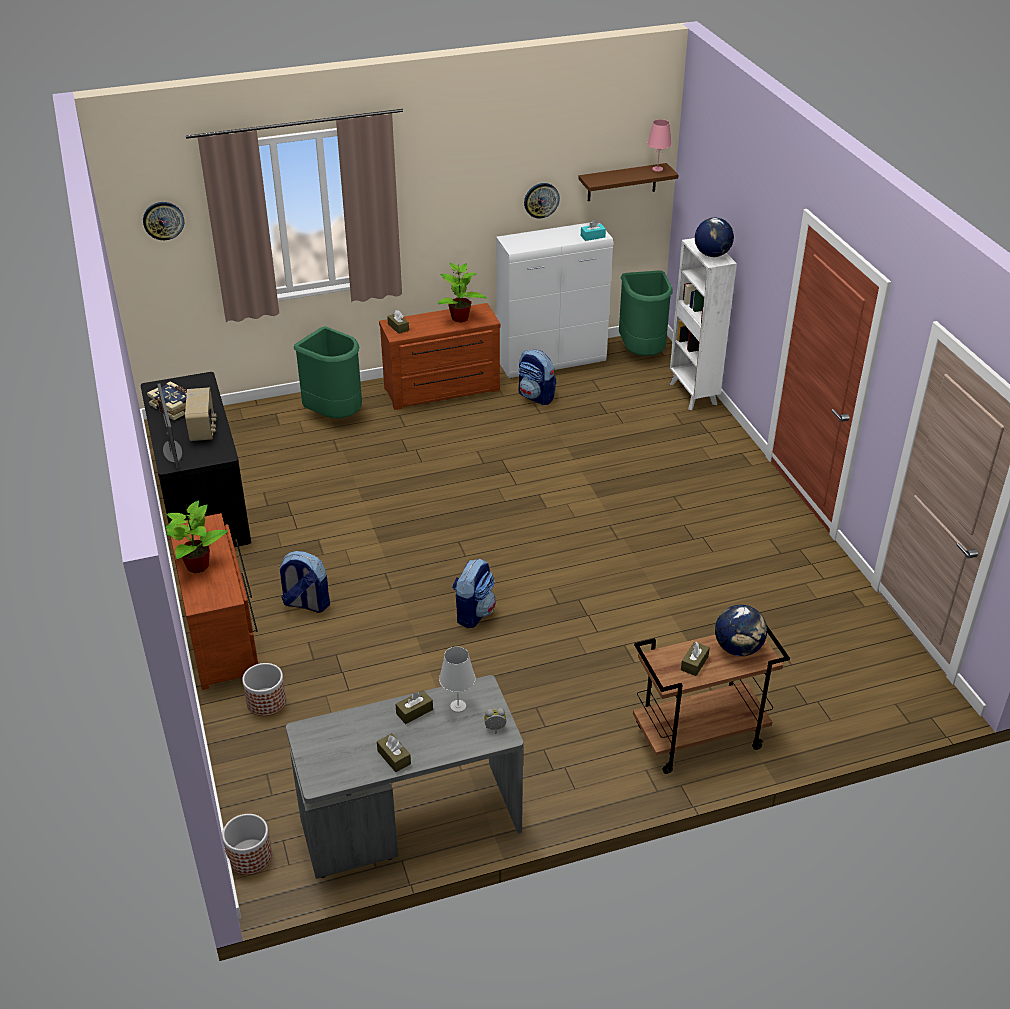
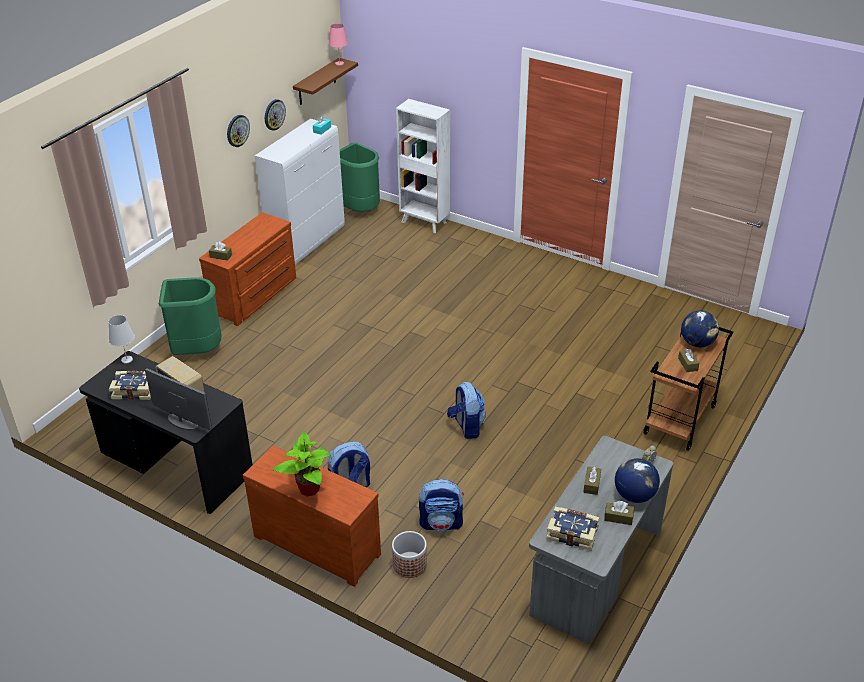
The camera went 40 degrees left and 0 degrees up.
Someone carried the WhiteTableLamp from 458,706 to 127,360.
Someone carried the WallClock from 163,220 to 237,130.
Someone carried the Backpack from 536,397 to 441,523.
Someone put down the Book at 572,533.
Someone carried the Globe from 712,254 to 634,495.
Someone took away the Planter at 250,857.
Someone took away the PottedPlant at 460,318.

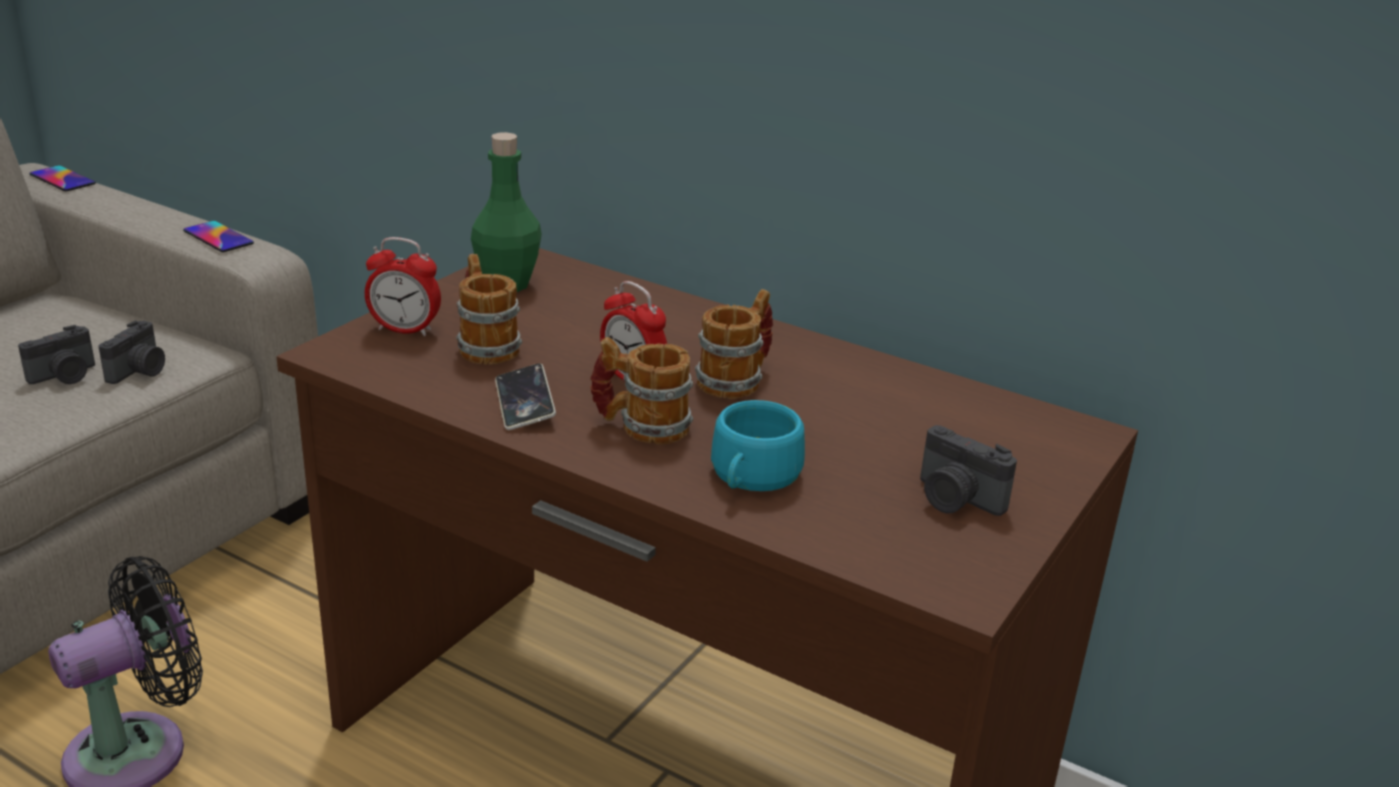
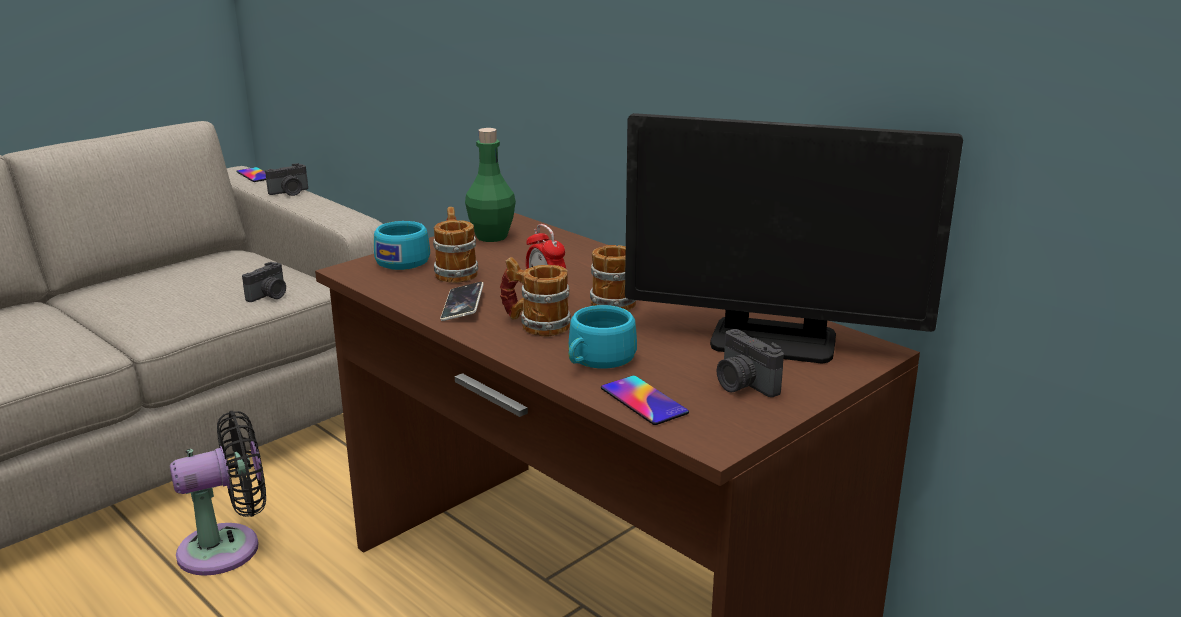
The camera went 15 degrees right and 5 degrees down.
Someone carried the PhotoCamera from 65,376 to 290,192.
Someone swapped the AlarmClock at 405,330 for the TurquoiseCup at 406,260.
Someone carried the Phone from 218,237 to 644,401.
Someone put down the Monitor at 773,340.

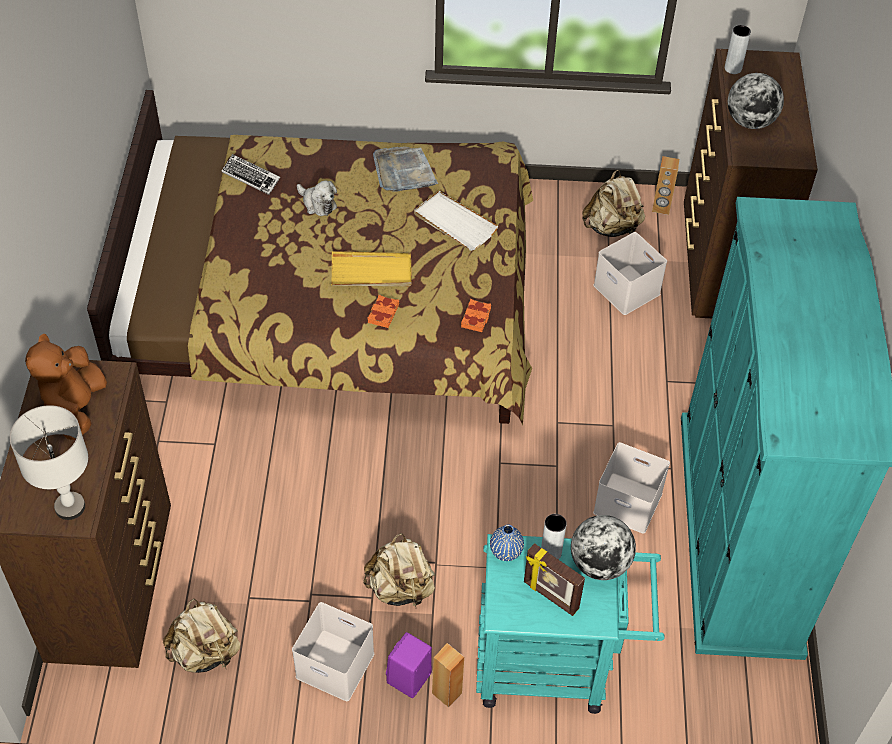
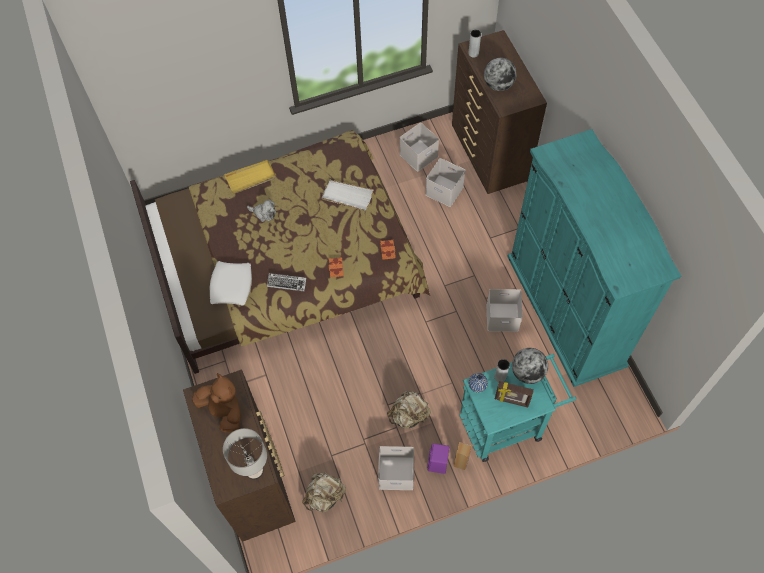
The camera went 20 degrees left and 10 degrees up.
Someone rotated the BrownPlushToy at 75,408 by 150 degrees clockwise.
Someone put down the WhitePillow at 231,285.
Someone carried the YellowTray from 371,272 to 251,178.
Someone carried the Keyboard from 251,177 to 287,283.
Someone swapped the BeigeBackpack at 612,227 for the WhiteStorageBox at 418,155.
Someone took away the GreyTray at 403,172.
Someone took away the BrownSpeaker at 661,208.

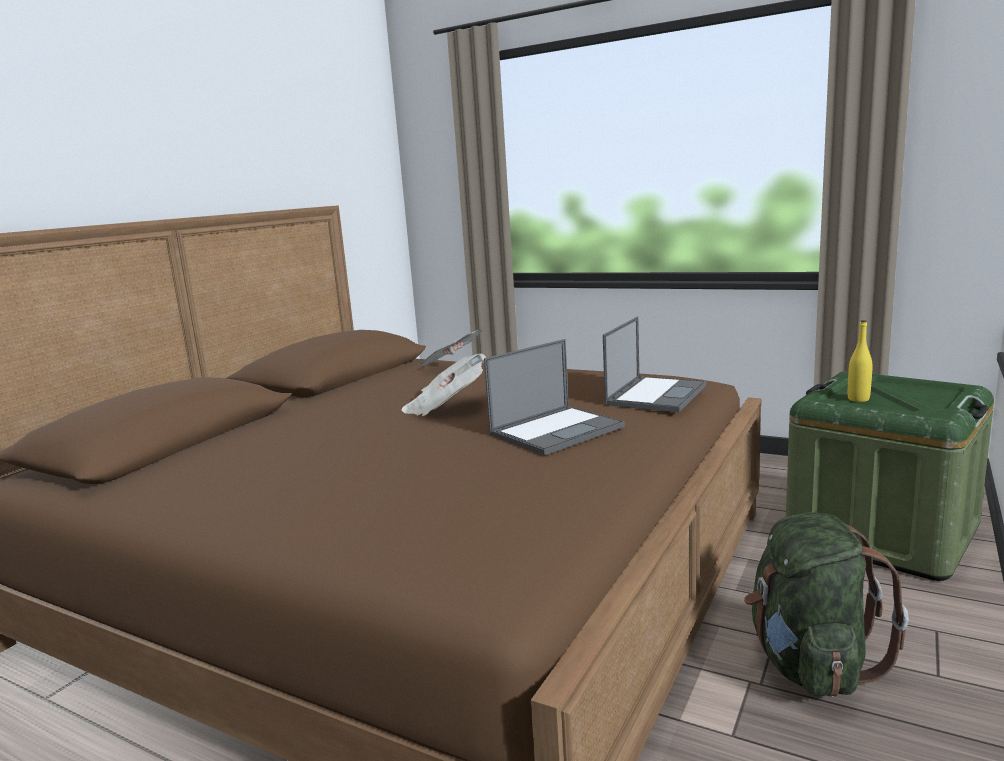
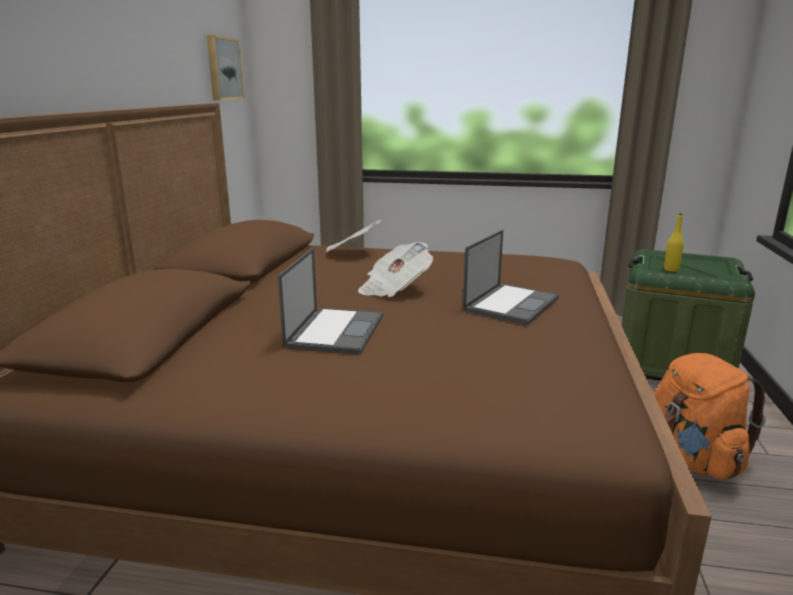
The camera went 20 degrees left and 5 degrees up.
Someone put up the Picture at 223,69.
Someone carried the Laptop from 656,394 to 335,330.
Someone repainted the GreenBackpack at 810,664, which became the OrangeBackpack at 692,458.

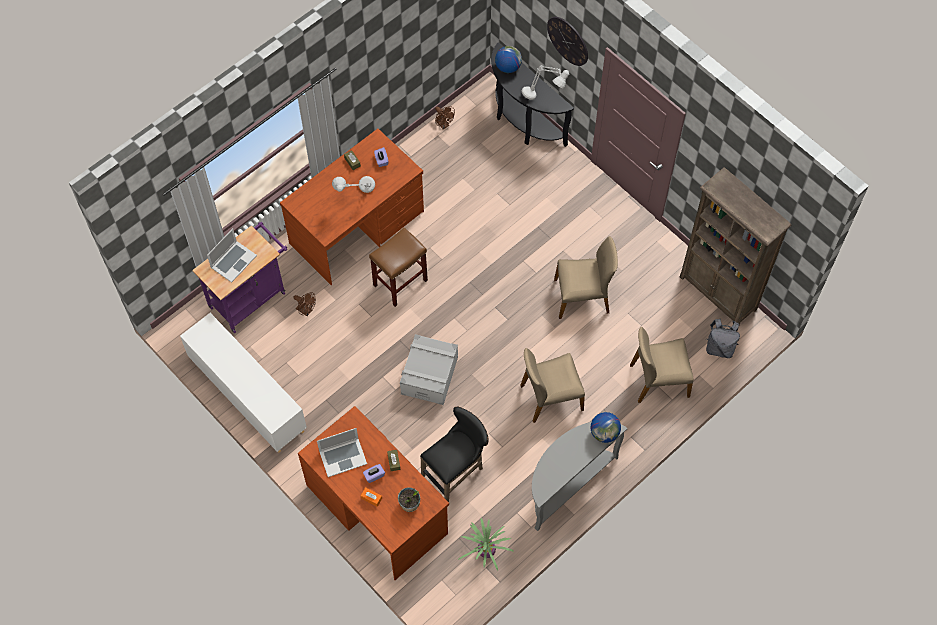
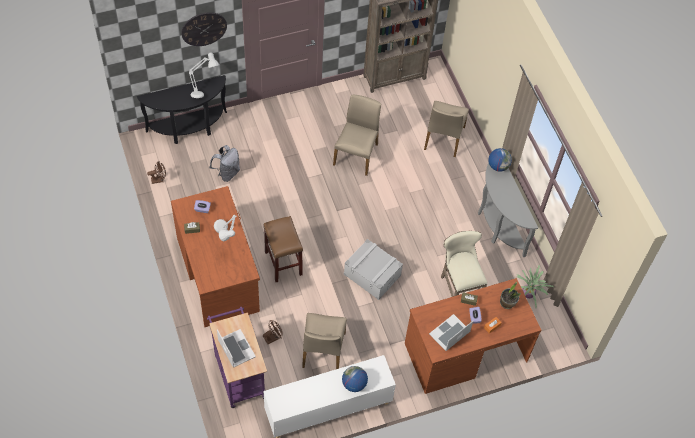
The camera went 70 degrees left and 5 degrees down.
Someone carried the GreyBackpack from 719,347 to 227,173.
Someone carried the BeigeChair from 550,397 to 323,350.
Someone carried the Globe from 508,67 to 354,384.
Someone rotated the Laptop at 343,457 by 135 degrees counterclockwise.
Someone repainted the BlackStool at 456,472, which became the BeigeStool at 458,288.

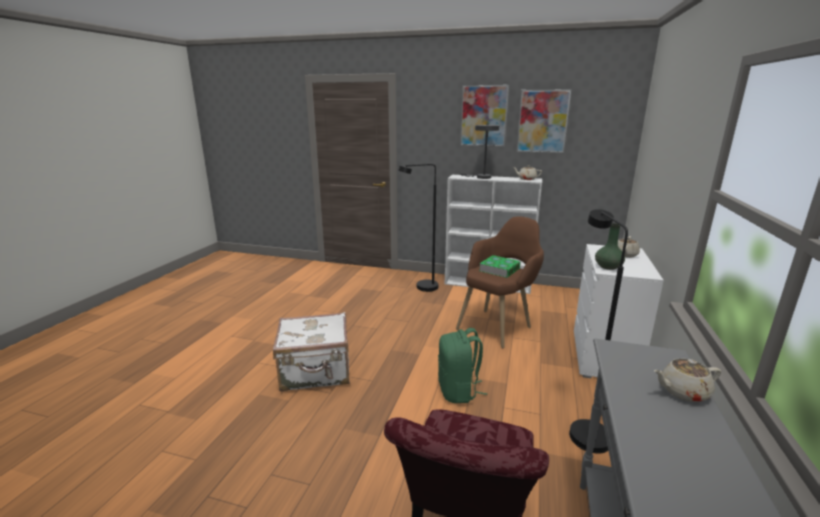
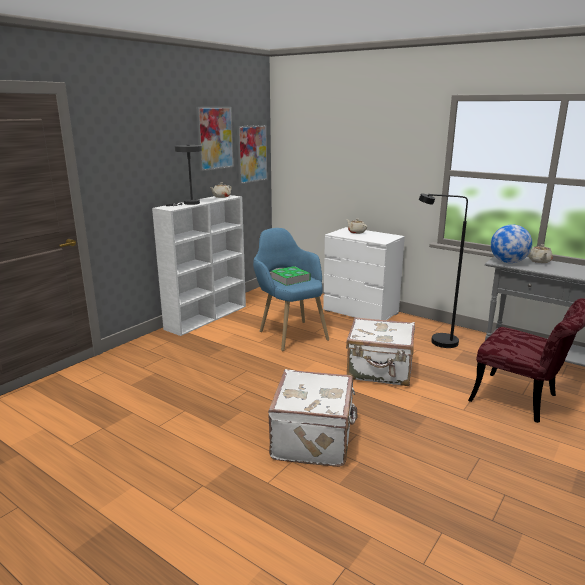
The camera went 70 degrees left and 0 degrees up.
Someone carried the Picture from 483,116 to 251,154.
Someone repainted the BrownArmchair at 498,324, which became the BlueArmchair at 289,332.
Someone swapped the GreenBackpack at 458,391 for the WhiteSuitcase at 380,371.
Someone put down the Globe at 508,262.
Someone took away the BlackFloorLamp at 421,288.
Someone took away the GreenVase at 607,267.

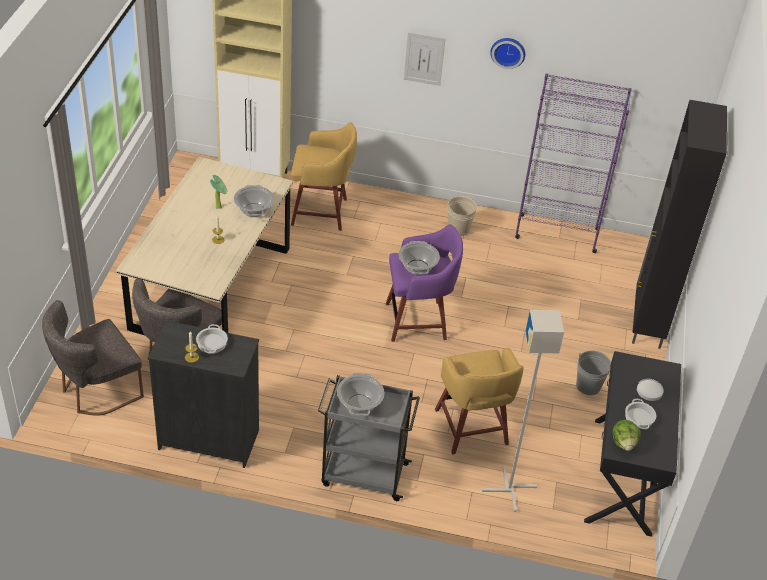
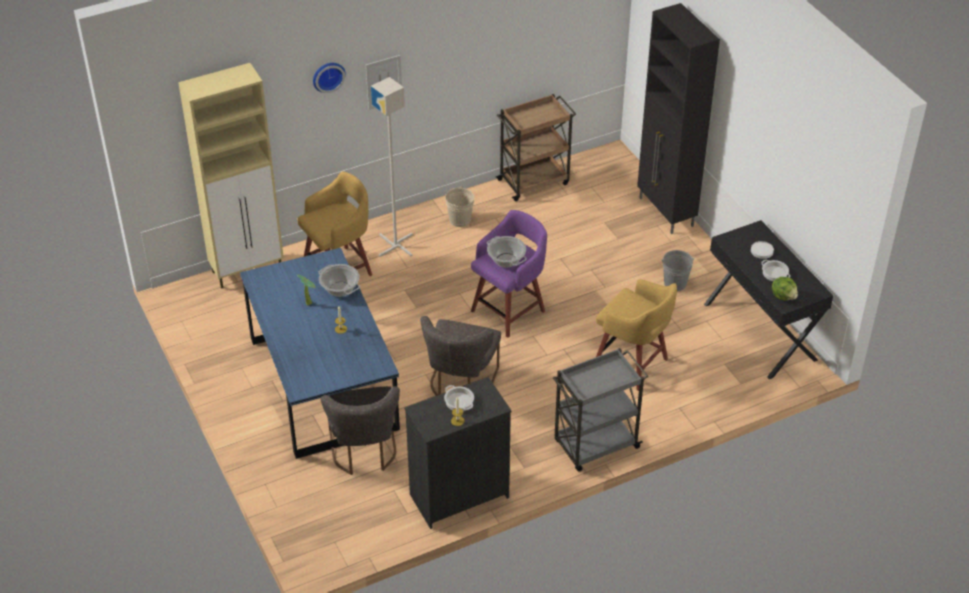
The camera went 35 degrees left and 0 degrees up.
Someone repainted the BeigeDiningTable at 210,287, which became the BlueDiningTable at 322,383.
Someone carried the WallClock from 508,51 to 328,76.
Someone carried the GreyFloorLamp from 509,489 to 396,245.
Someone carried the GreyChair from 96,391 to 461,384.
Someone swapped the PurpleBookcase at 556,233 for the BrownCart at 534,181.
Someone took away the CookingPot at 359,404.

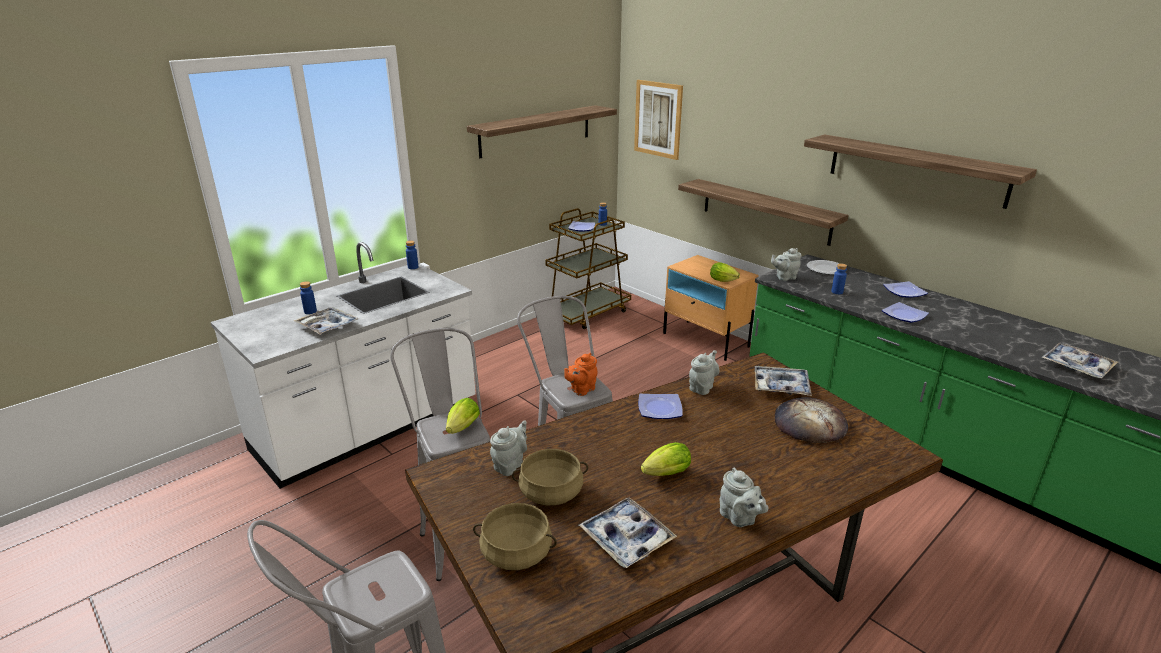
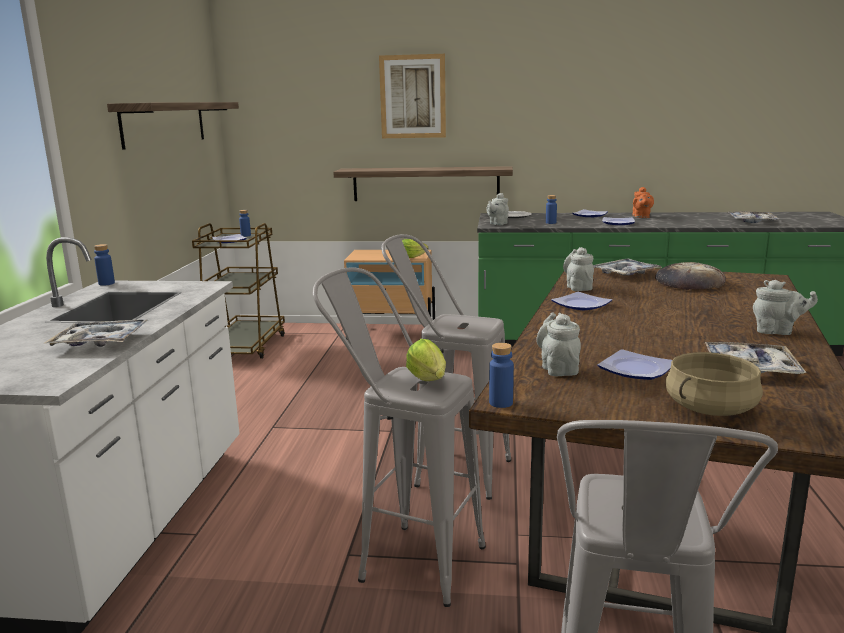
The camera went 40 degrees left and 10 degrees down.
Someone carried the Picture from 658,119 to 413,96.
Someone carried the BlueBottle from 310,311 to 501,403.
Someone swapped the BeigeCookingPot at 551,492 for the Plate at 634,369.
Someone carried the OrangeTeapot from 581,390 to 641,217.
Someone took away the Lettuce at 664,474.
Someone took away the Shelf at 915,170.

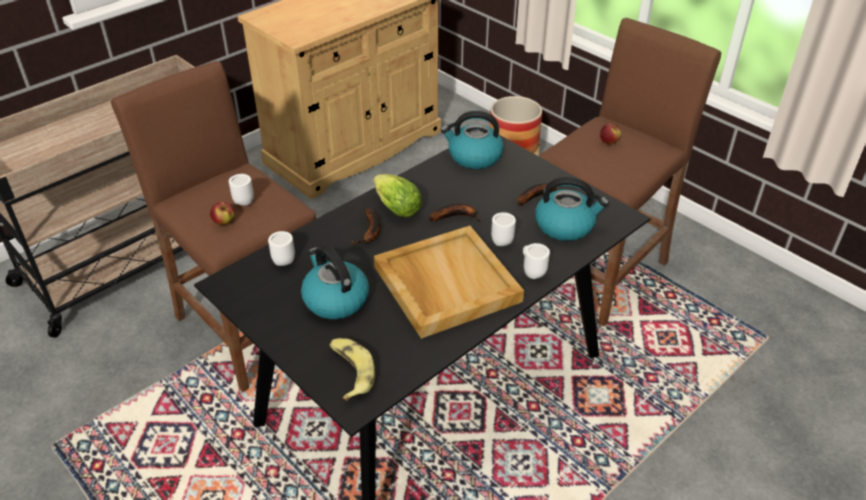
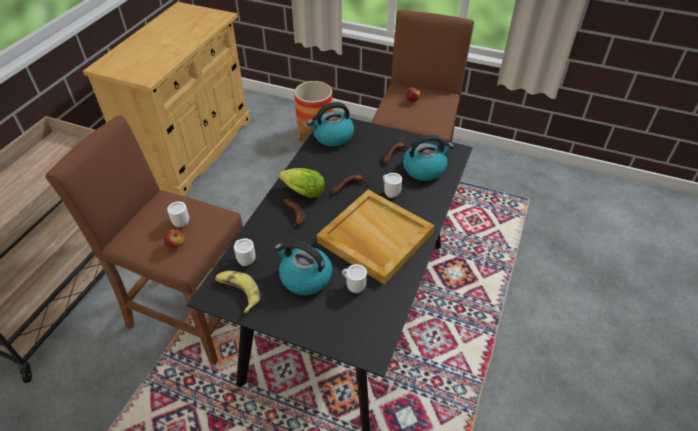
The camera went 25 degrees left and 5 degrees up.
Someone carried the Banana from 350,371 to 238,292.
Someone carried the WhiteMug from 532,272 to 353,286.

